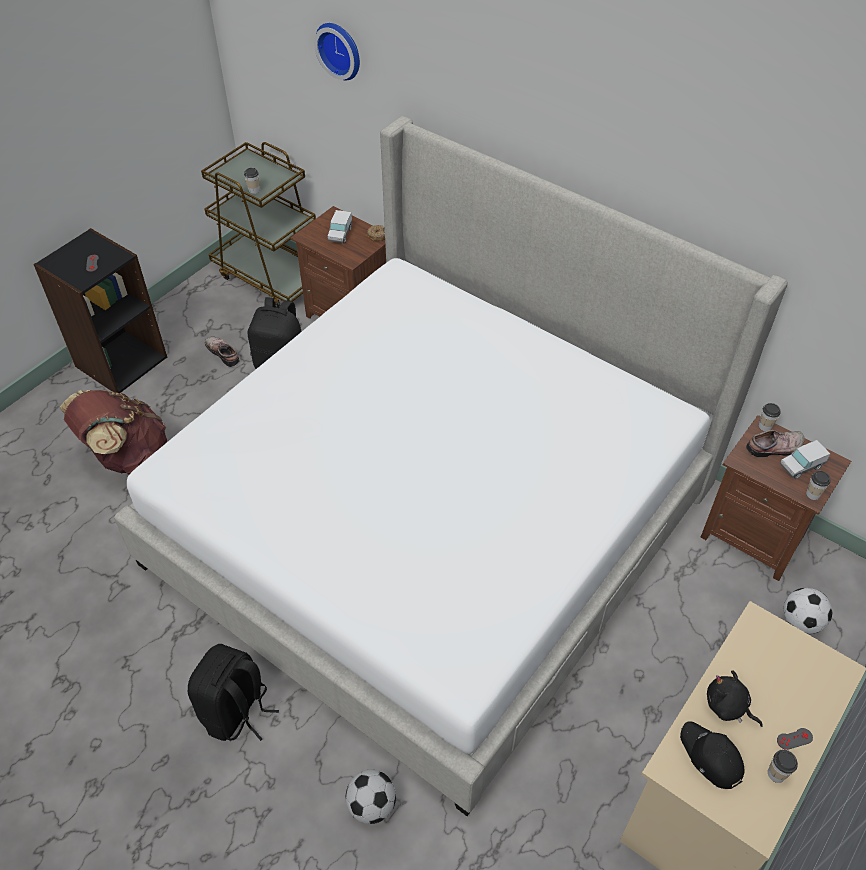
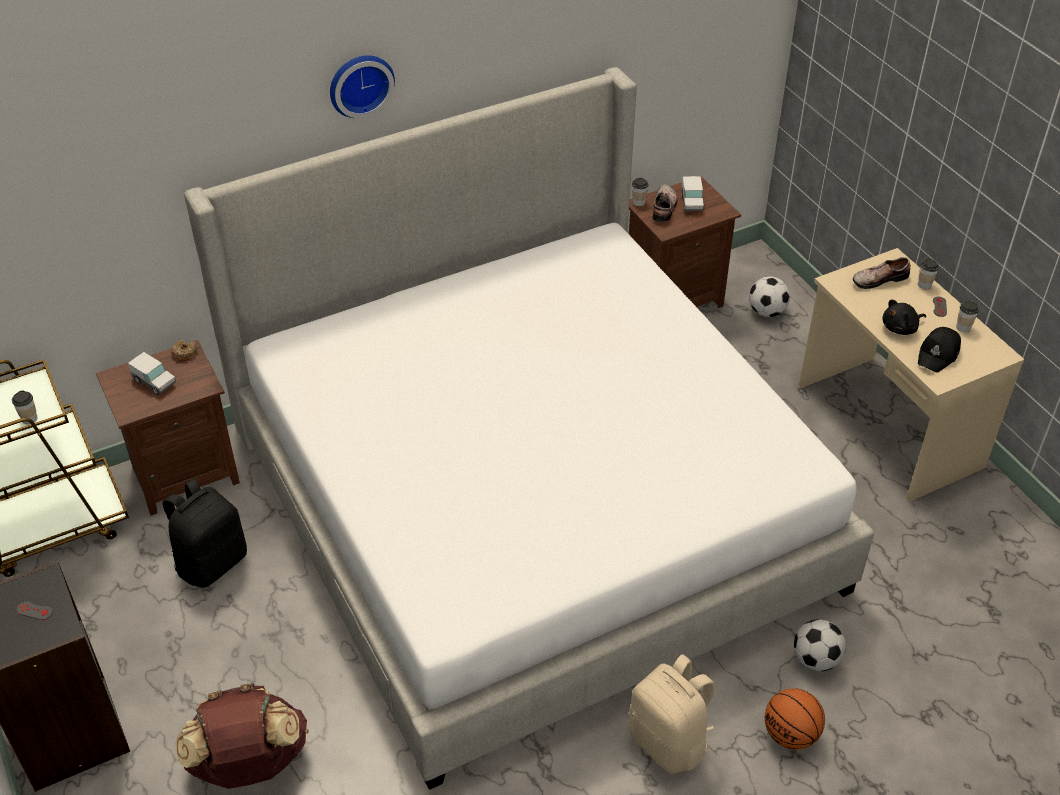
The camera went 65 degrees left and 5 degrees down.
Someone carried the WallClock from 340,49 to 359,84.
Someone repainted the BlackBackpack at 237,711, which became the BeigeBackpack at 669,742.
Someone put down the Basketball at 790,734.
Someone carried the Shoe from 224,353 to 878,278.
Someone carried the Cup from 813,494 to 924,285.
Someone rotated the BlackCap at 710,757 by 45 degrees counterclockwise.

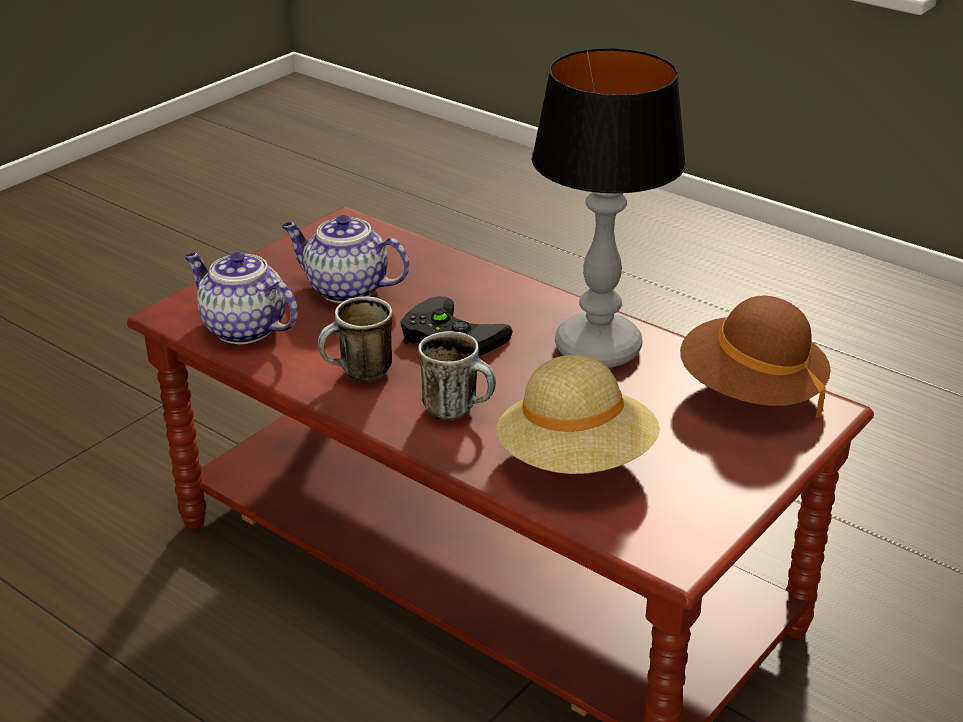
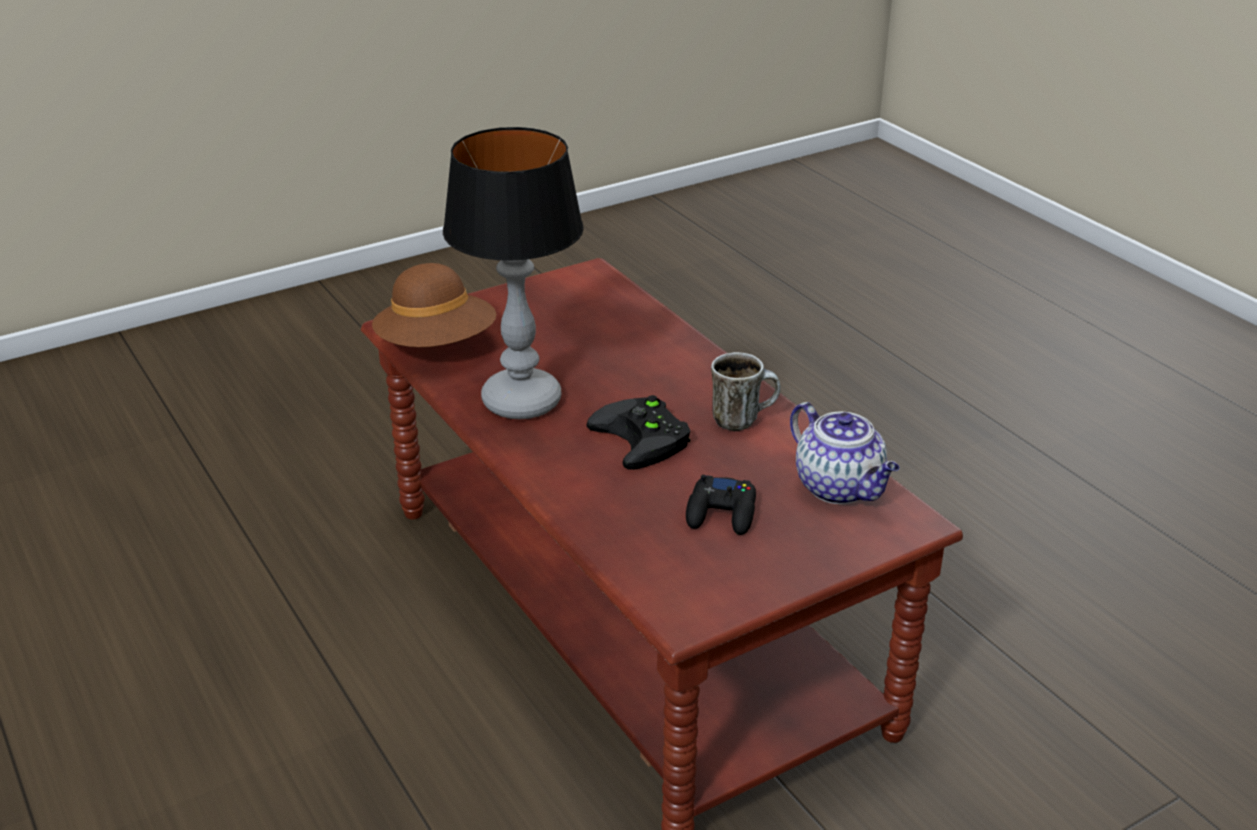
The camera went 160 degrees left and 0 degrees up.
Someone swapped the Teapot at 345,289 for the BlackGameController at 722,513.
Someone took away the Mug at 458,410.
Someone took away the BeigeHat at 576,460.

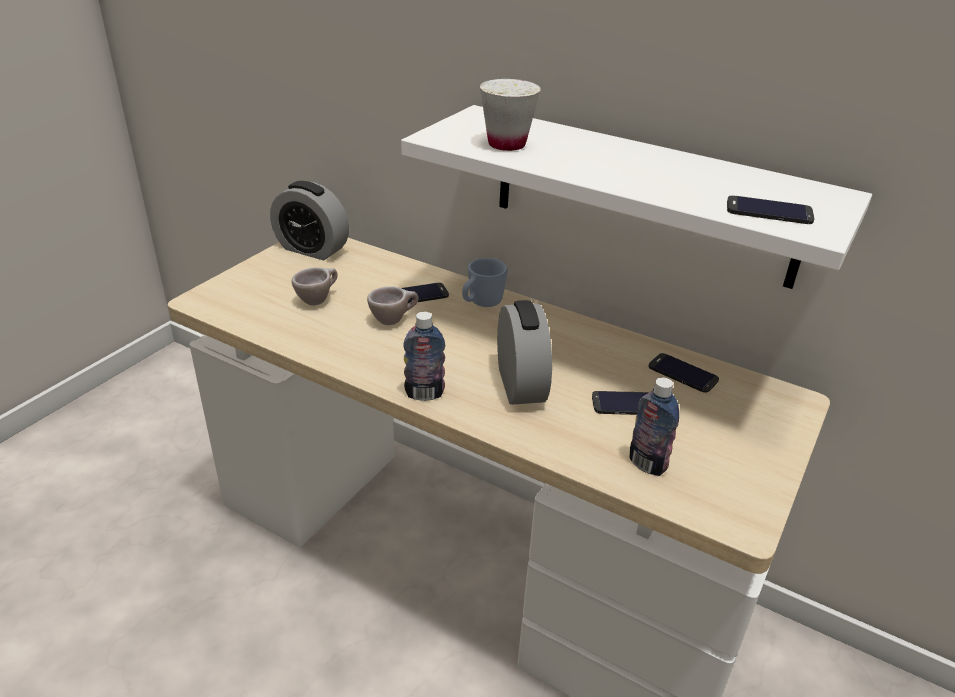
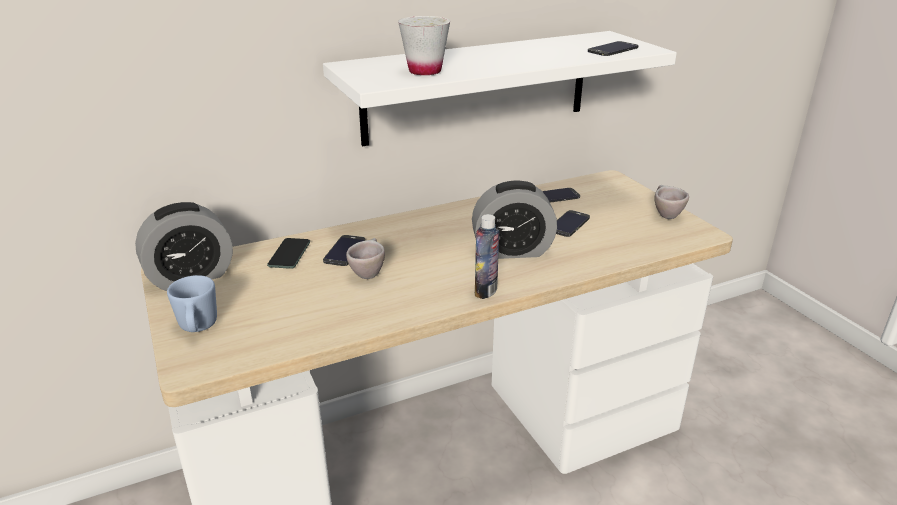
The camera went 55 degrees left and 5 degrees down.
Someone carried the BlueMug from 481,303 to 198,328.
Someone put down the Phone at 289,254.
Someone rotated the AlarmClock at 520,384 by 150 degrees clockwise.
Someone carried the BeigeCup from 318,300 to 665,214.
Someone took away the Bottle at 647,464.

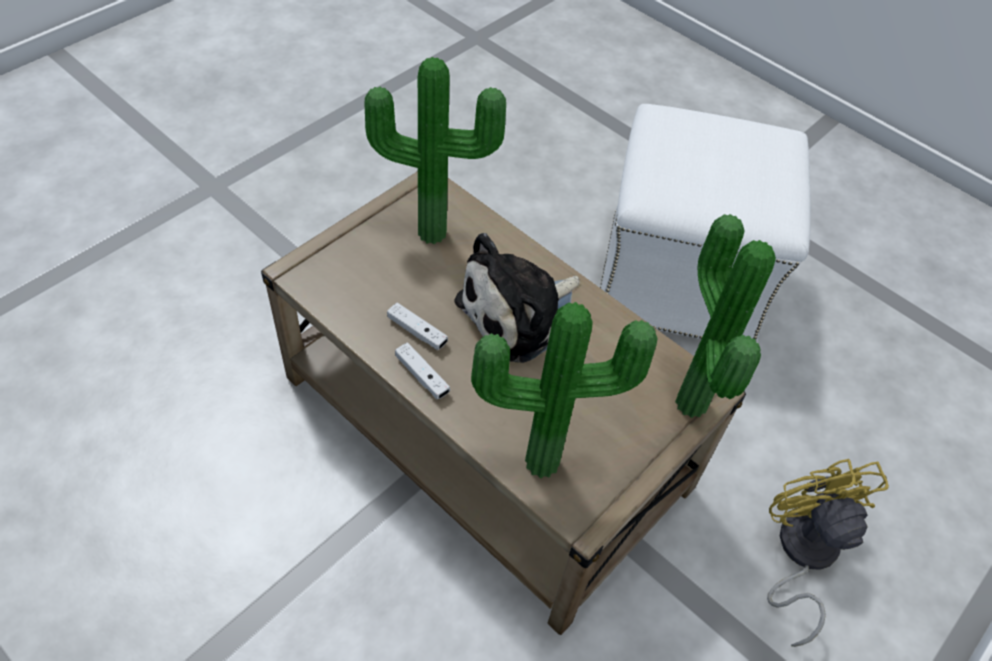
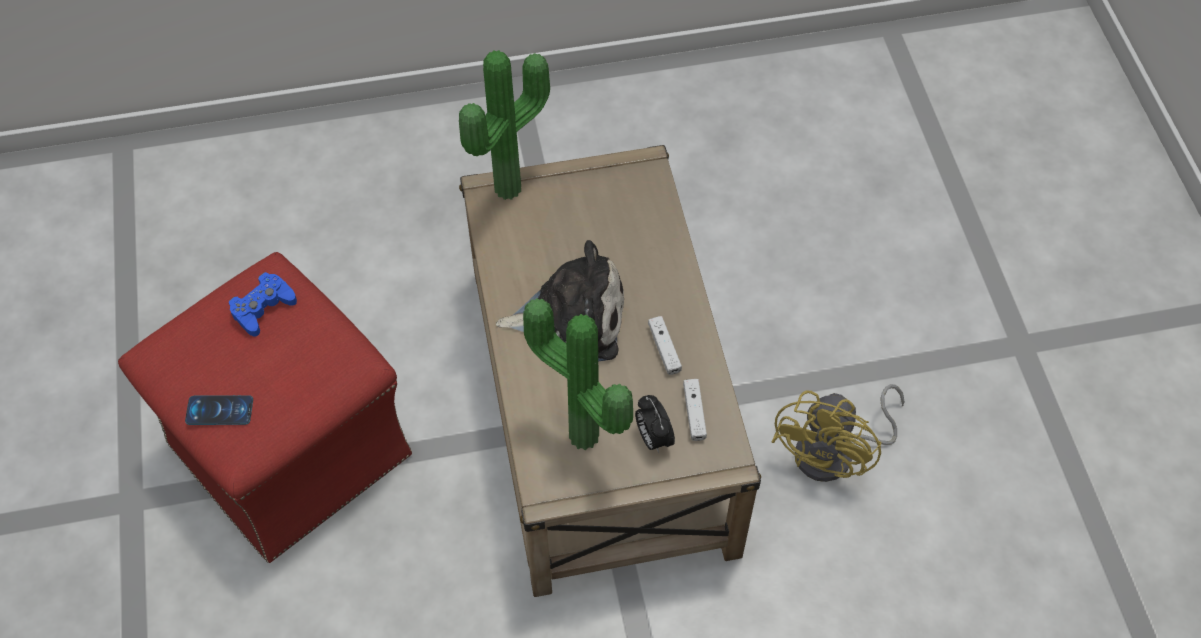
The camera went 140 degrees left and 5 degrees up.
Someone repainted the WhiteOttoman at 682,277, which became the RedOttoman at 288,447.
Someone put down the Phone at 219,410.
Someone put down the BlueGameController at 263,308.
Someone put down the AlarmClock at 653,438.
Someone carried the WhiteGameController from 422,376 to 694,413.
Someone carried the YellowFan from 801,553 to 835,454.
Someone took away the PottedPlant at 541,456.

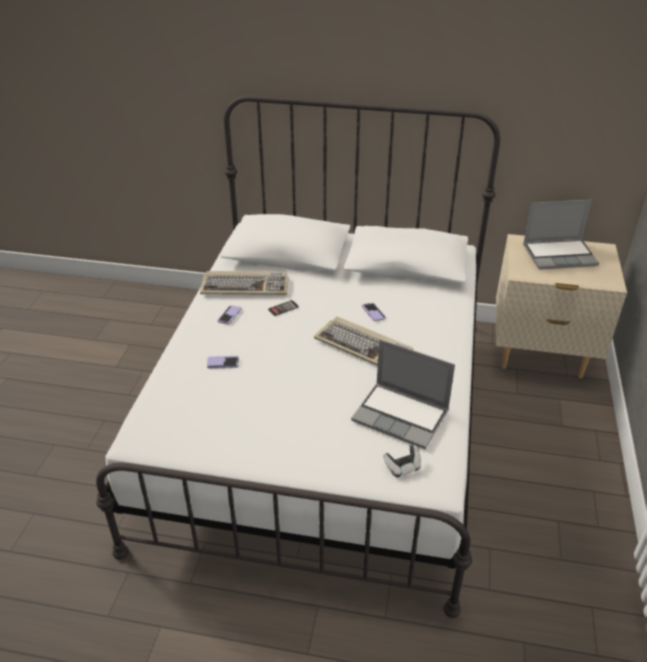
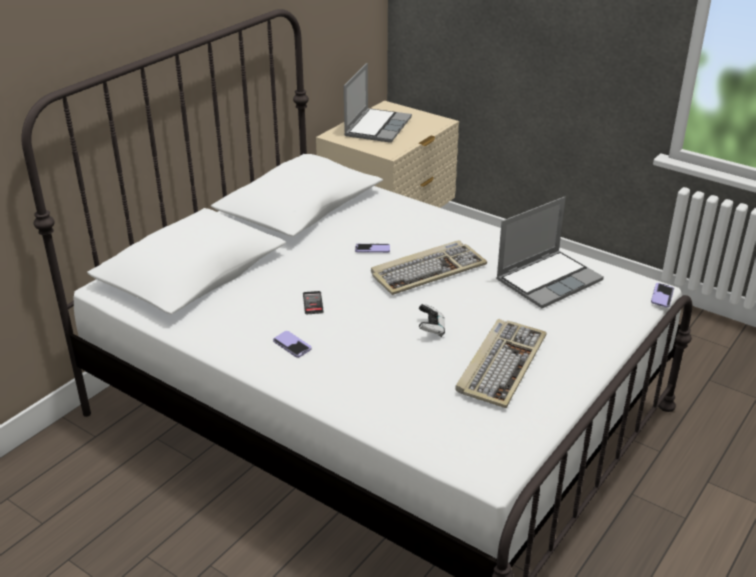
The camera went 65 degrees left and 5 degrees down.
Someone carried the GameController from 402,467 to 431,329.
Someone carried the Keyboard from 246,286 to 501,364.
Someone carried the Phone from 223,363 to 662,296.

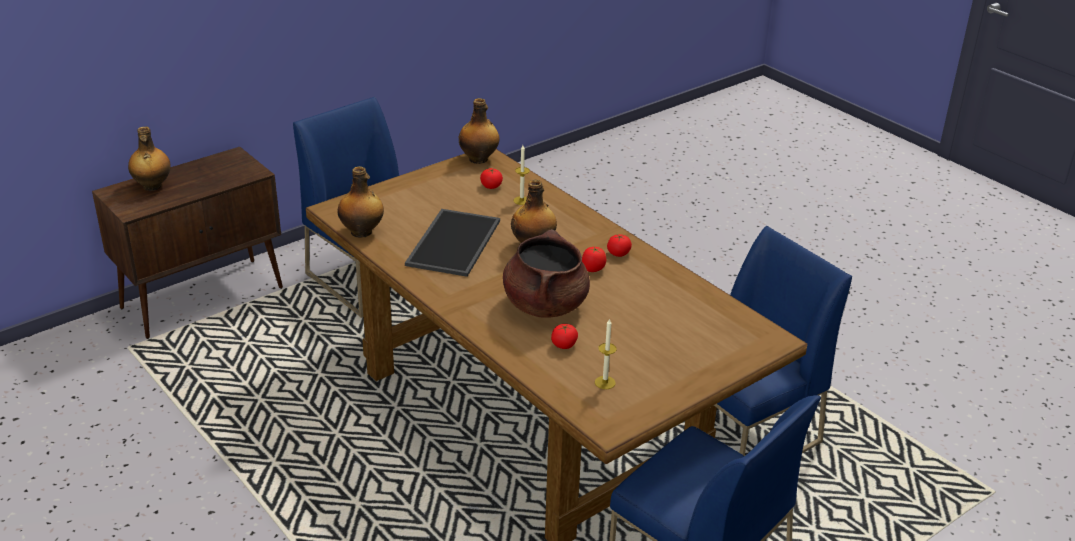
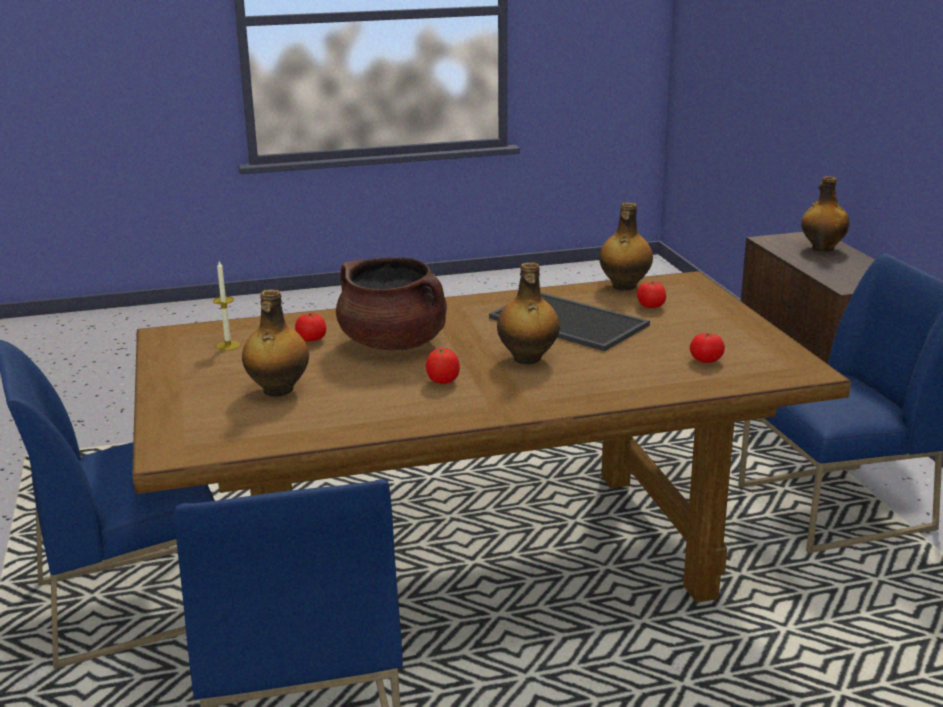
The camera went 115 degrees right and 10 degrees down.
Someone carried the Bottle from 479,159 to 277,390.
Someone carried the Tomato from 618,253 to 651,306.
Someone took away the Candle at 521,200.

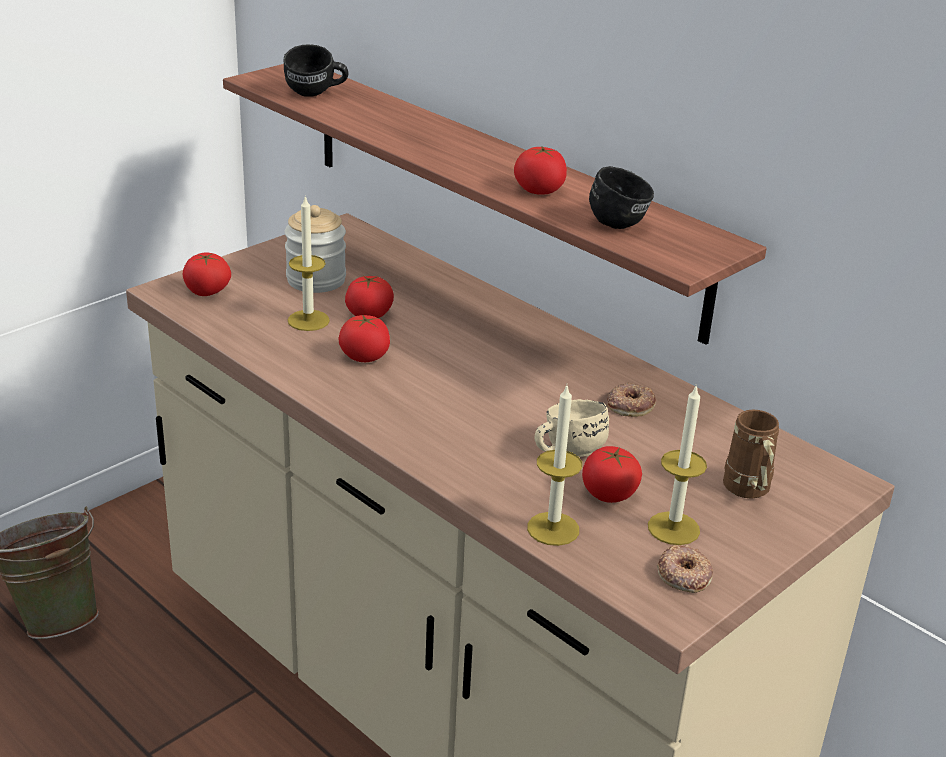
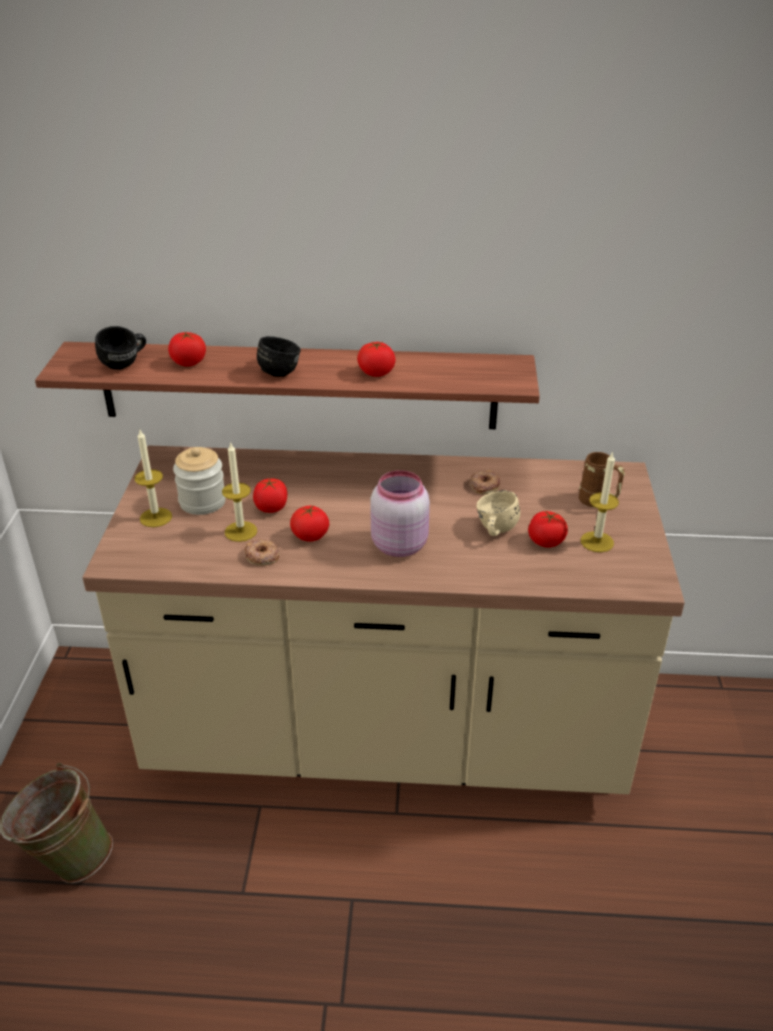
The camera went 40 degrees left and 5 degrees up.
Someone carried the Candle from 553,529 to 156,517.
Someone carried the Tomato from 207,291 to 189,362.
Someone carried the Donut from 683,574 to 262,556.
Someone carried the BlackMug from 621,221 to 279,370.
Someone put down the PinkJar at 398,544.

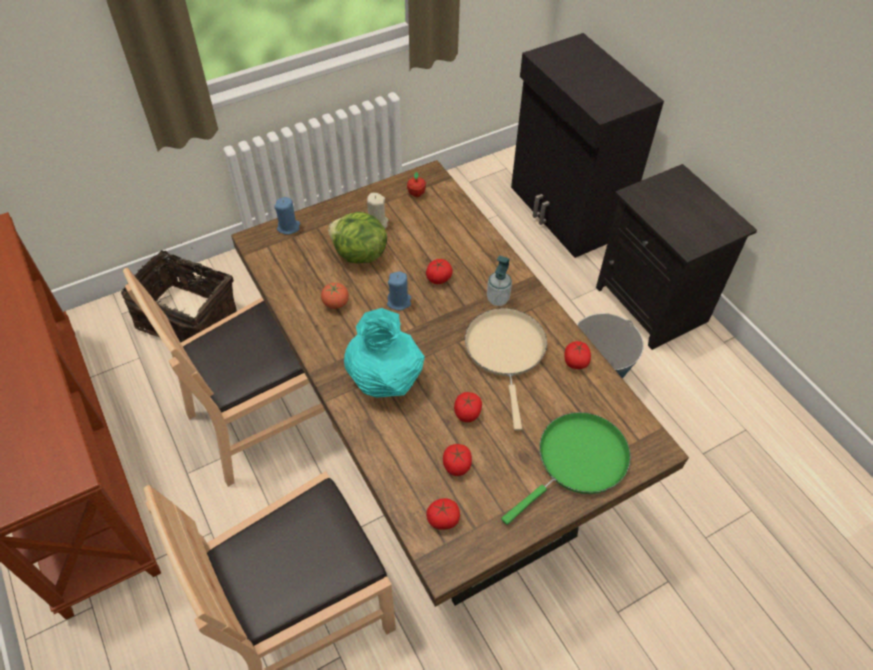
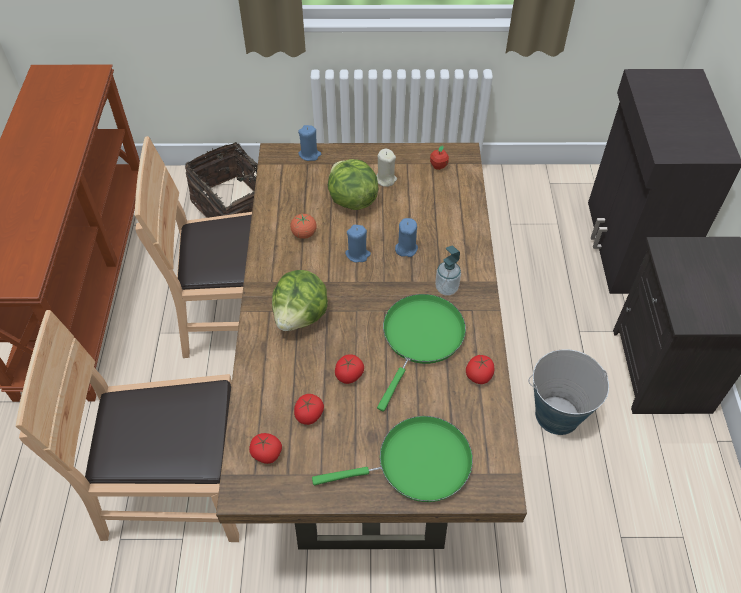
The camera went 30 degrees right and 0 degrees up.
Someone swapped the TurquoiseVase at 386,380 for the Lettuce at 301,316.
Someone repainted the BeigeFryingPan at 506,352, which became the GreenFryingPan at 421,338.
Someone swapped the Tomato at 438,278 for the BlueCandle at 406,248.

